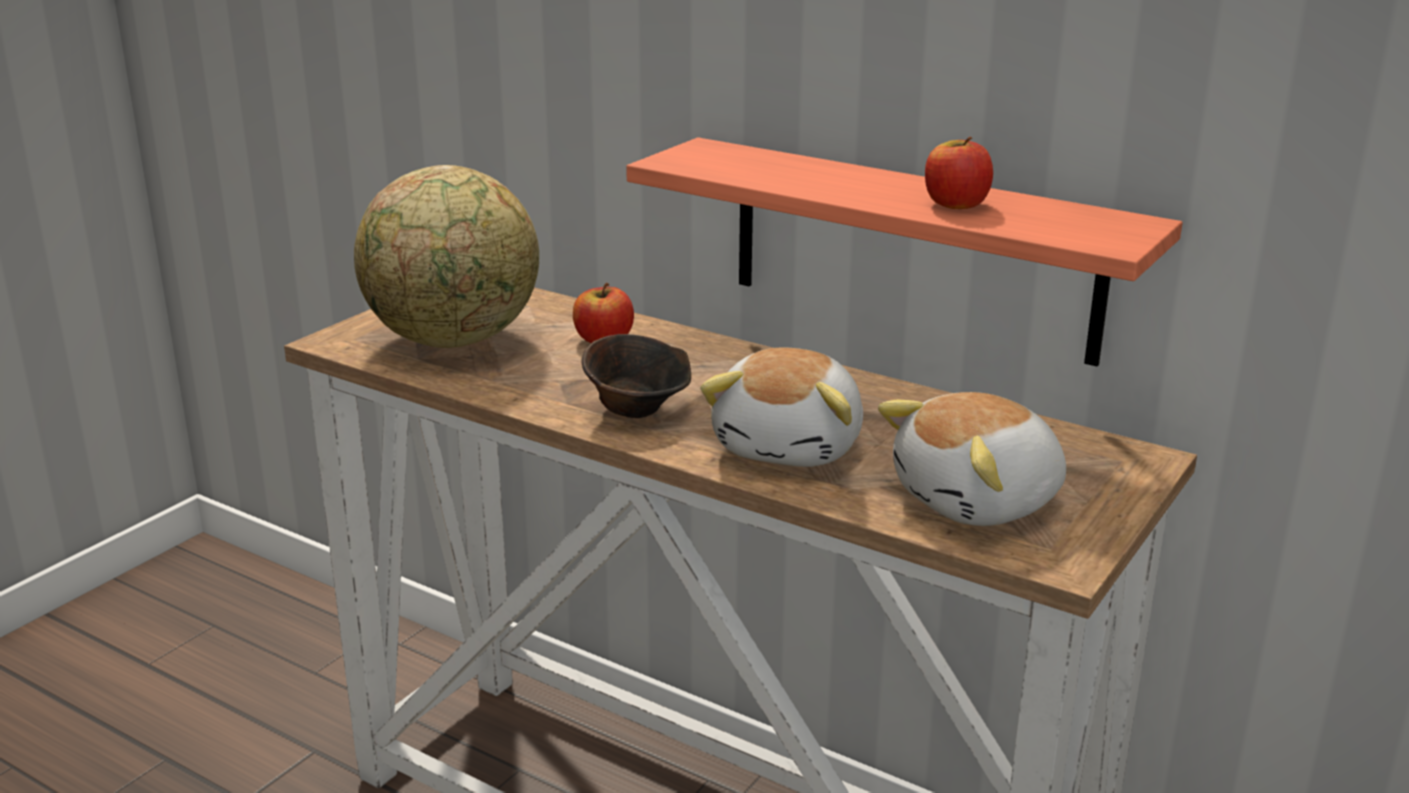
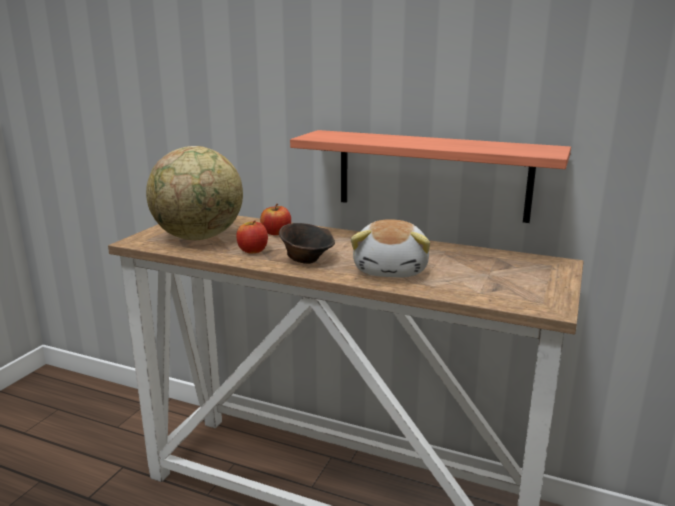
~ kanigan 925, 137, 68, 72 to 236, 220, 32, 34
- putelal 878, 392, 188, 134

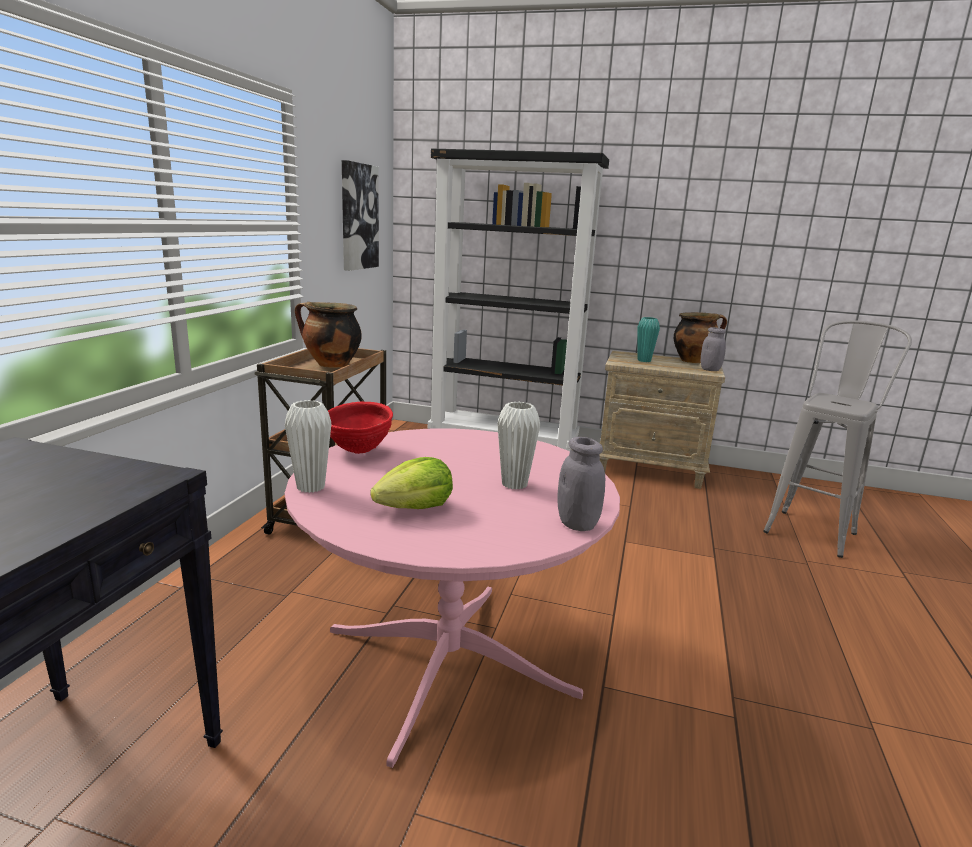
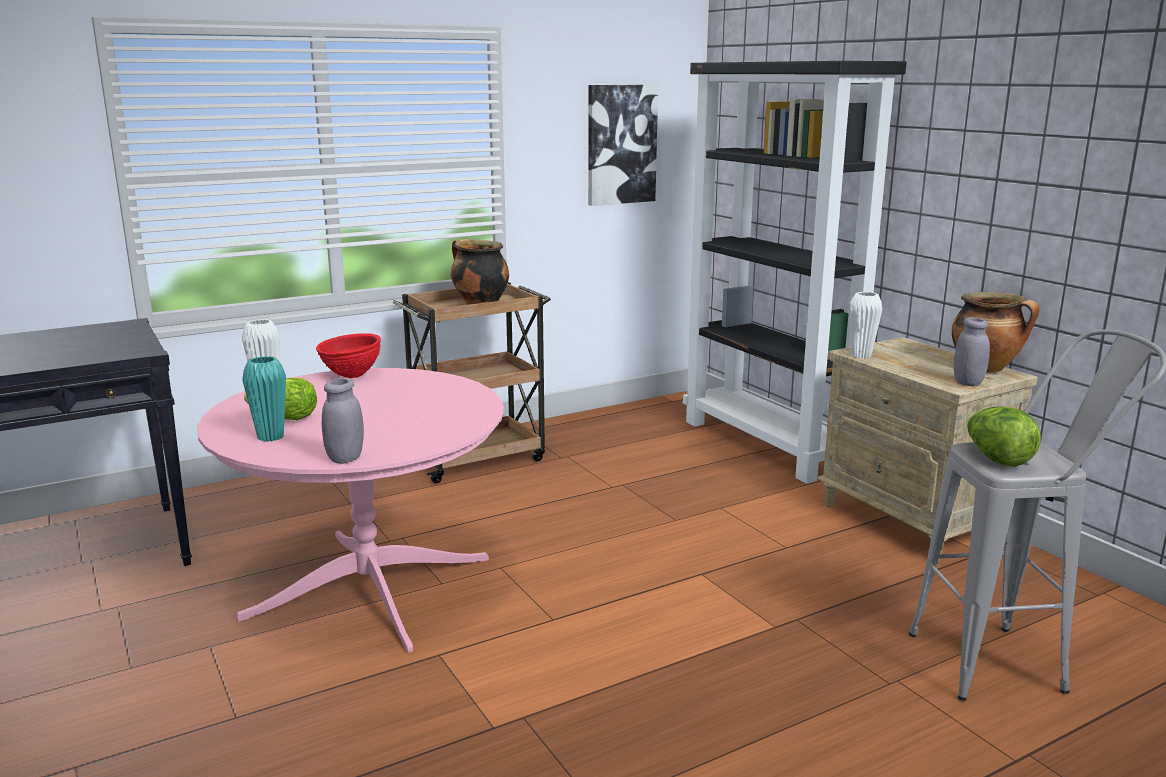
~ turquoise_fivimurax 637, 317, 23, 45 to 242, 356, 44, 86
~ white_fivimurax 497, 402, 43, 88 to 849, 292, 33, 67
+ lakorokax 966, 407, 75, 60

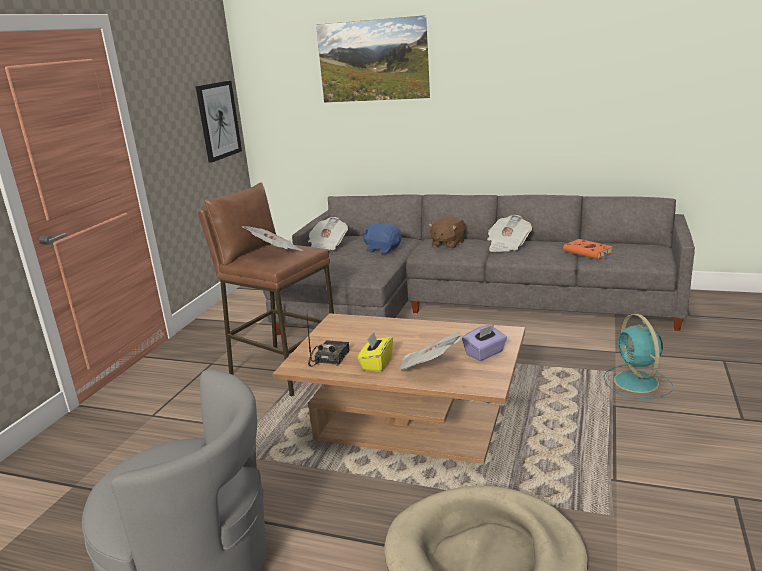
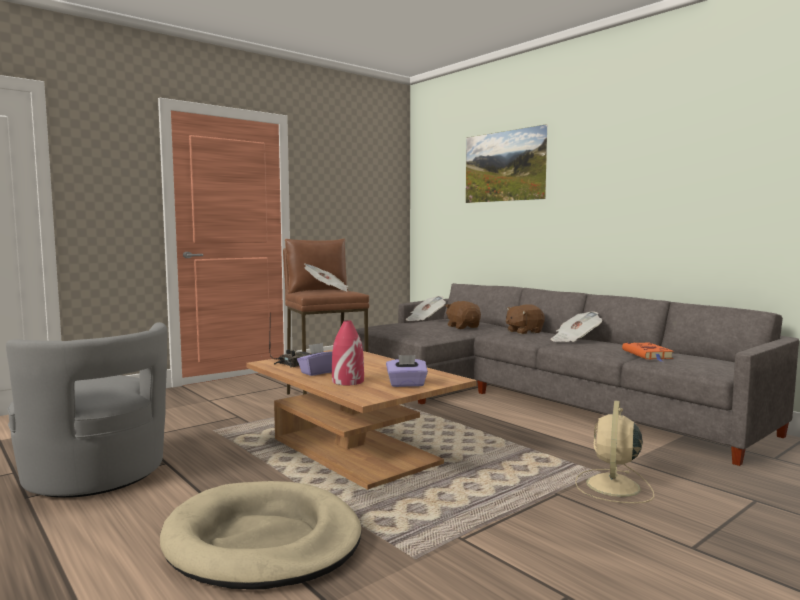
- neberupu 196, 80, 46, 83
~ blue_putelal 364, 222, 38, 32 to brown_putelal 445, 301, 36, 28
~ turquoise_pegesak 604, 314, 70, 85 to beige_pegesak 575, 400, 79, 103
~ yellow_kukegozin 358, 332, 35, 40 to purple_kukegozin 297, 343, 35, 33
~ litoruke 397, 332, 65, 39 to red_fivimurax 332, 320, 32, 65

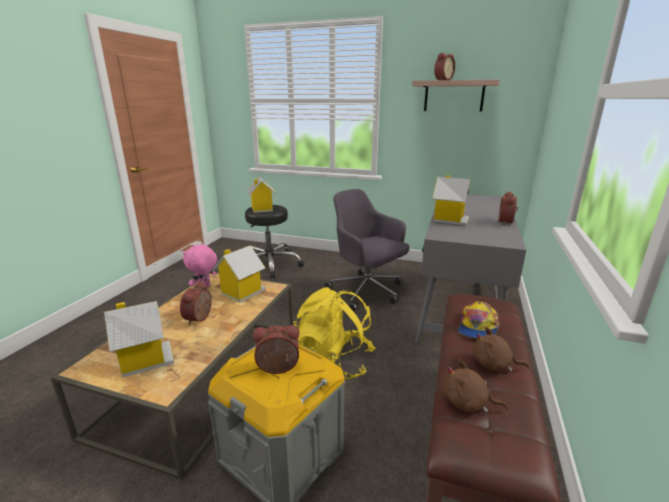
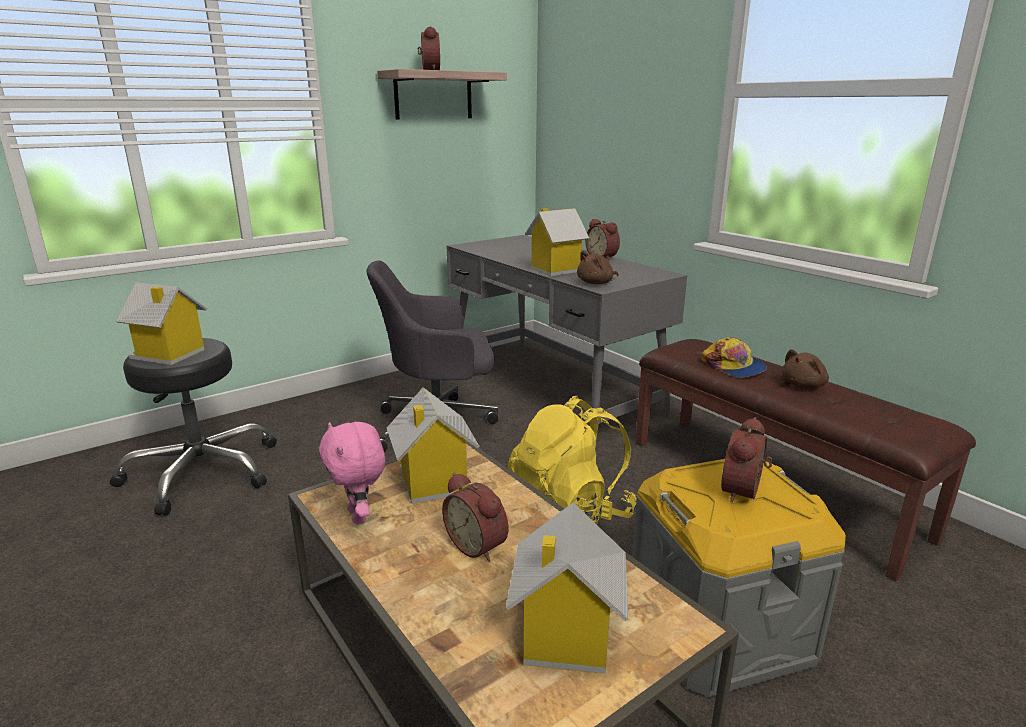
~ brown_putelal 443, 359, 65, 54 to 577, 251, 42, 33

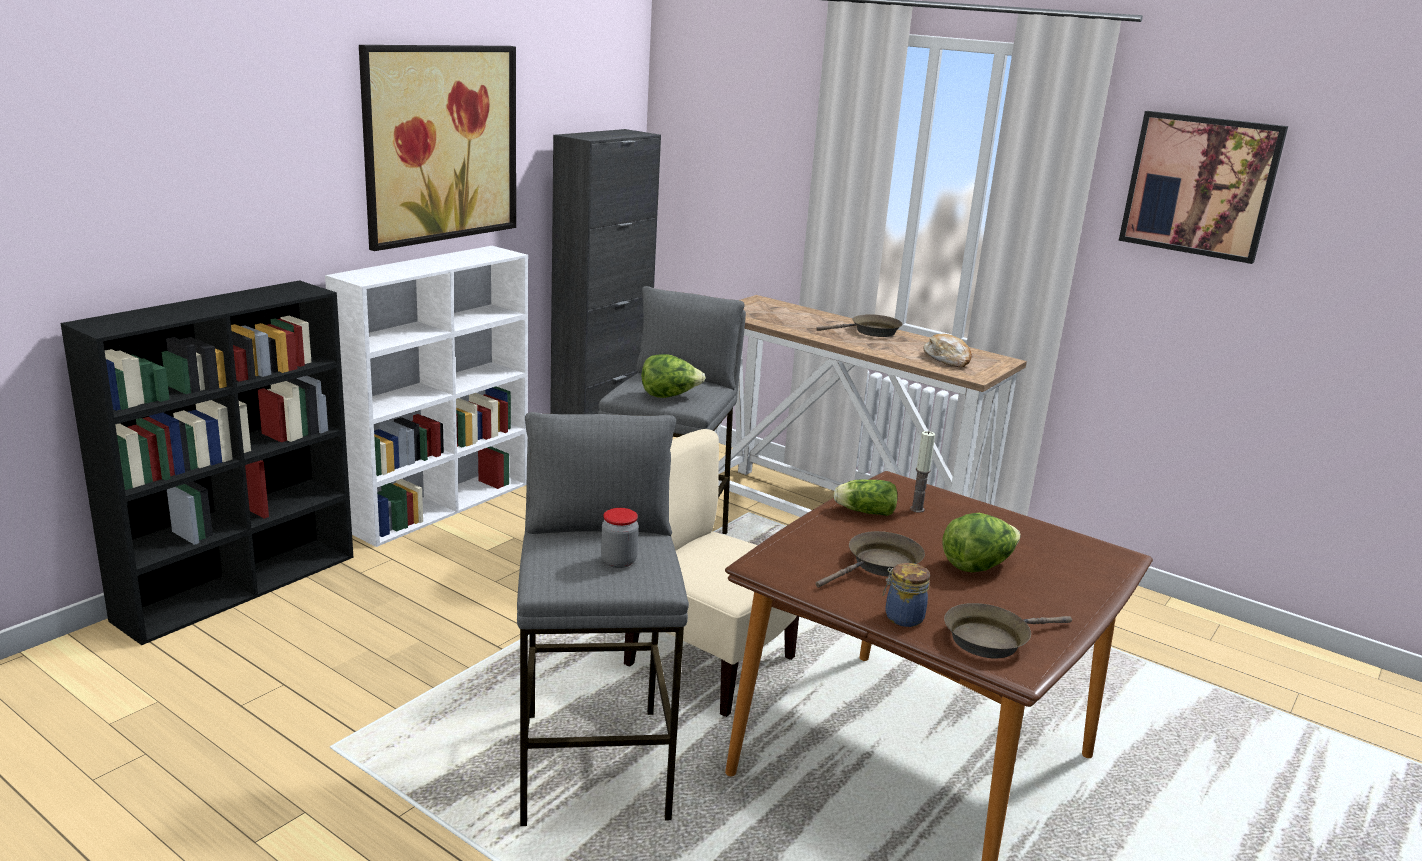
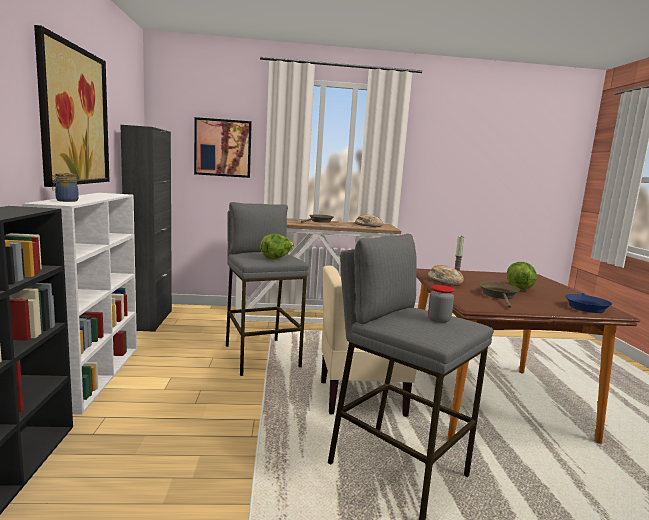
~ neberupu 1119, 111, 169, 153 to 194, 117, 58, 61
~ lakorokax 834, 480, 63, 36 to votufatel 428, 265, 36, 21
~ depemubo 882, 563, 48, 64 to 53, 173, 26, 29
~ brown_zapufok 944, 603, 128, 55 to blue_zapufok 565, 293, 47, 20

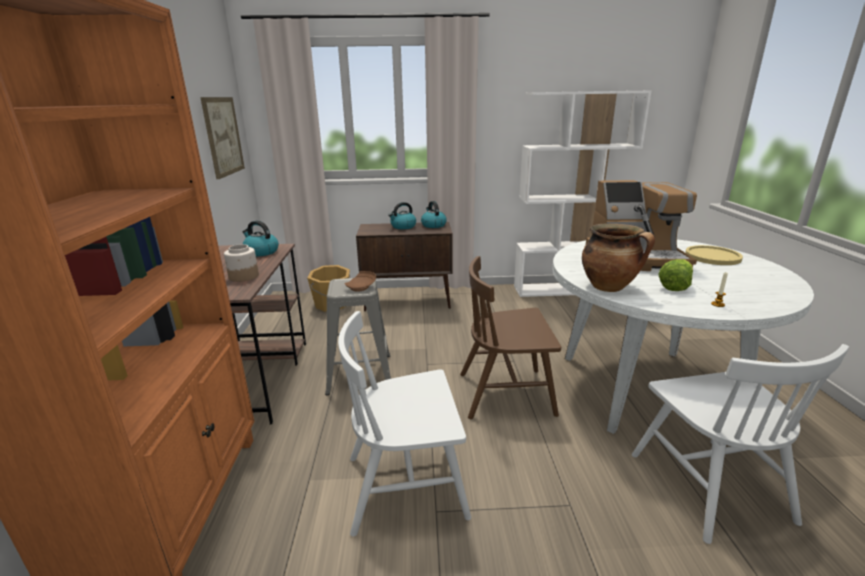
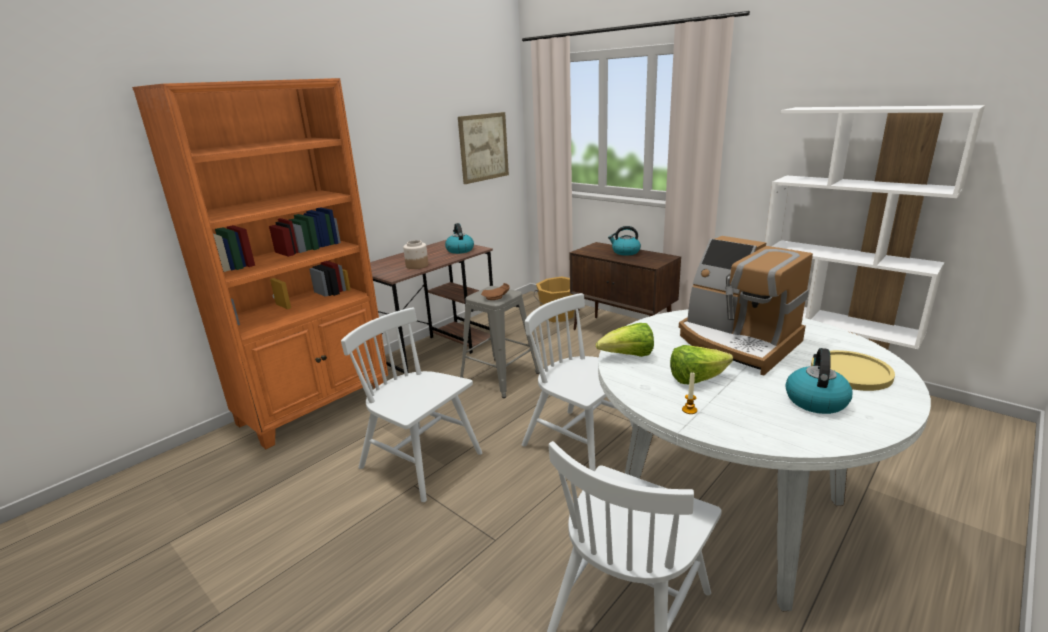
~ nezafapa 421, 201, 26, 27 to 785, 348, 68, 66
~ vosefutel 582, 223, 73, 69 to lakorokax 596, 323, 58, 34
~ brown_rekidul 460, 256, 101, 163 to white_rekidul 522, 293, 111, 178

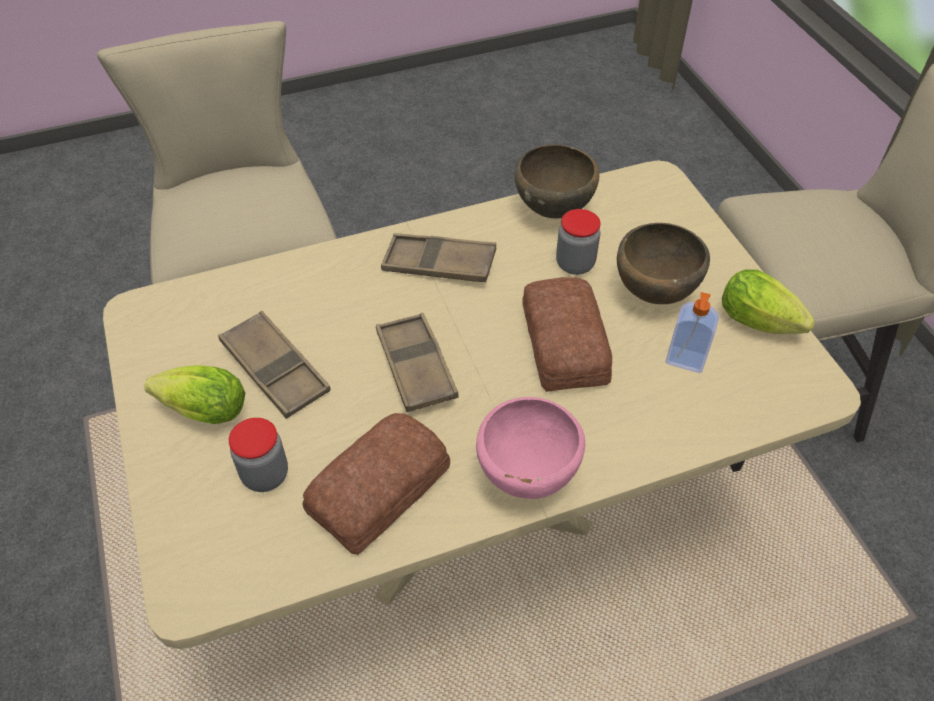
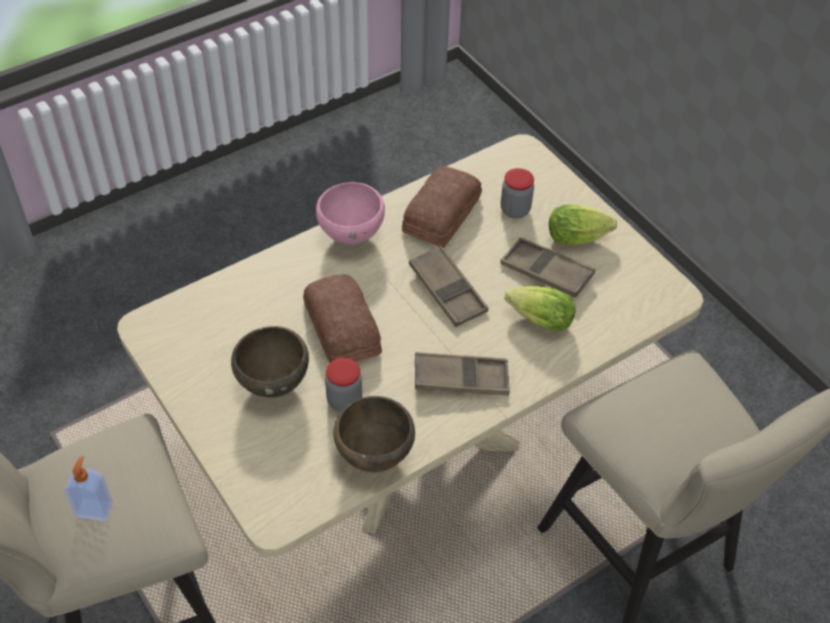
~ lakorokax 722, 269, 93, 65 to 504, 286, 71, 45
~ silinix 665, 292, 54, 81 to 65, 456, 48, 65

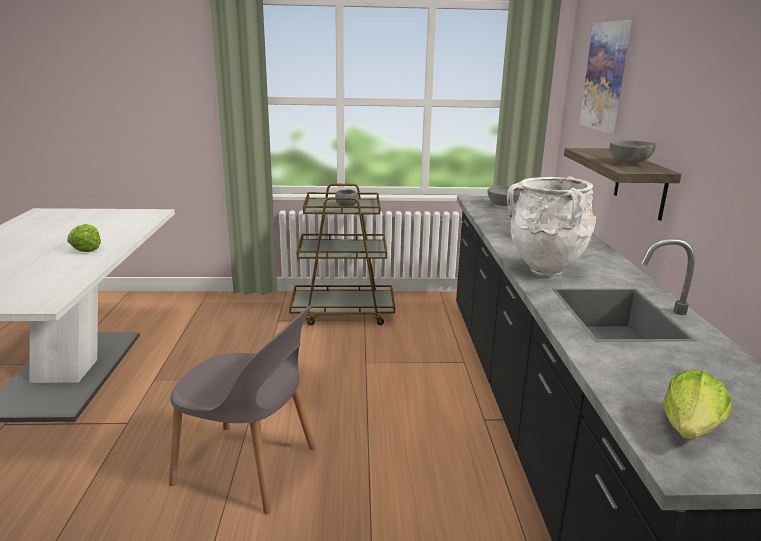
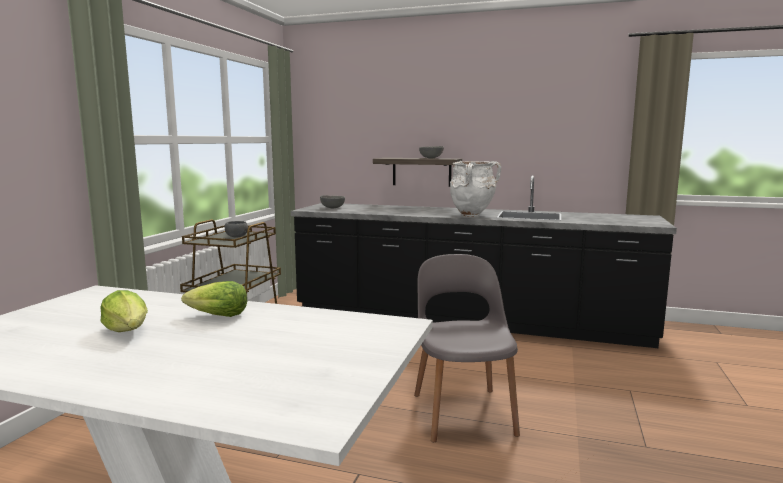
- neberupu 579, 20, 53, 114
~ grey_rekidul 169, 304, 146, 210 = 414, 254, 106, 188 45 degrees counterclockwise
~ lakorokax 663, 369, 68, 71 to 100, 290, 48, 42

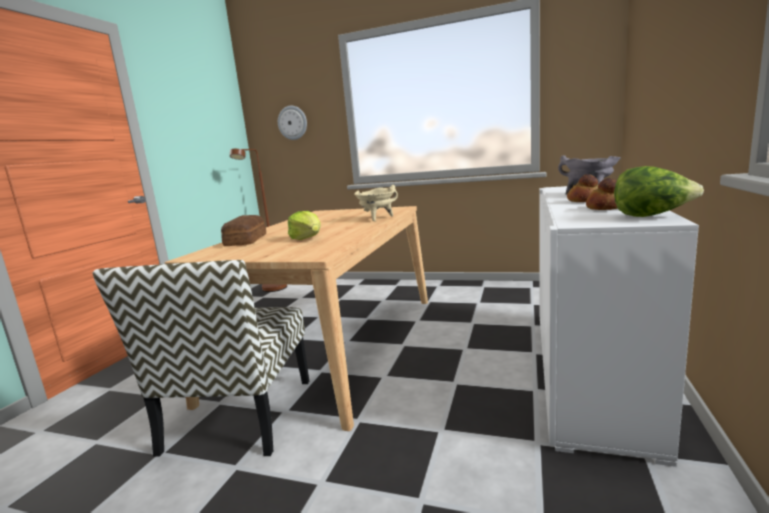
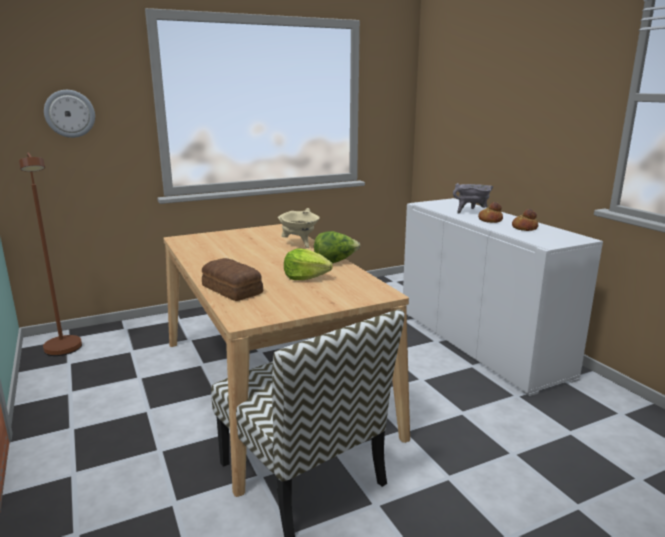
~ lakorokax 614, 166, 90, 51 to 314, 231, 46, 32

